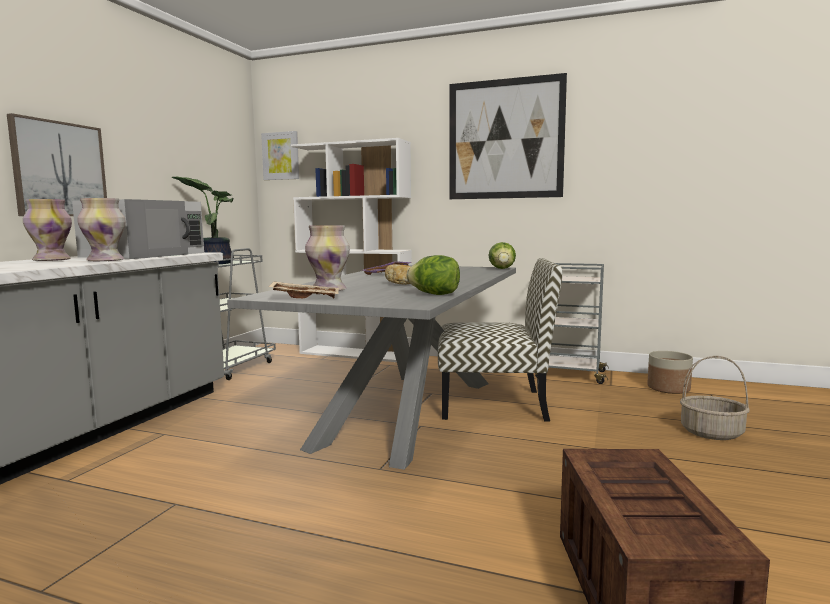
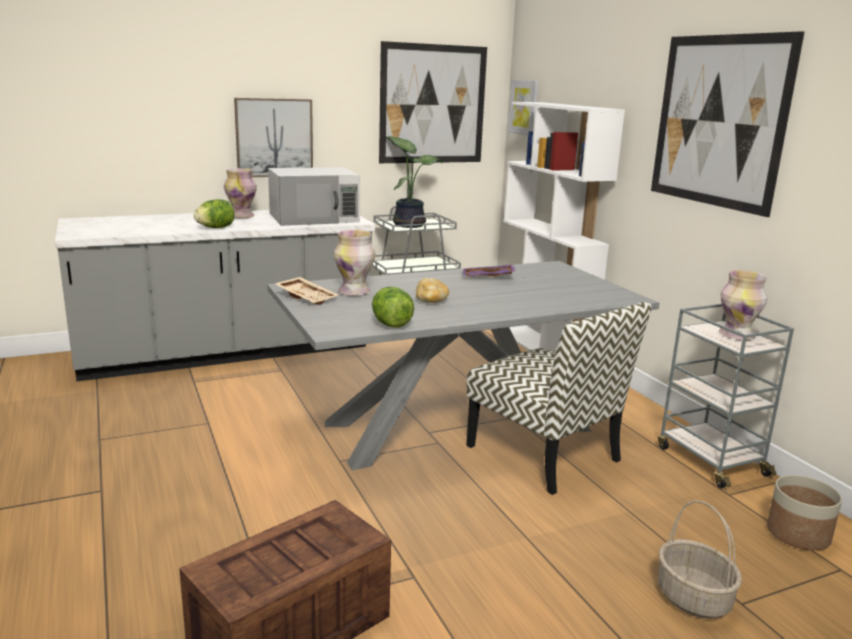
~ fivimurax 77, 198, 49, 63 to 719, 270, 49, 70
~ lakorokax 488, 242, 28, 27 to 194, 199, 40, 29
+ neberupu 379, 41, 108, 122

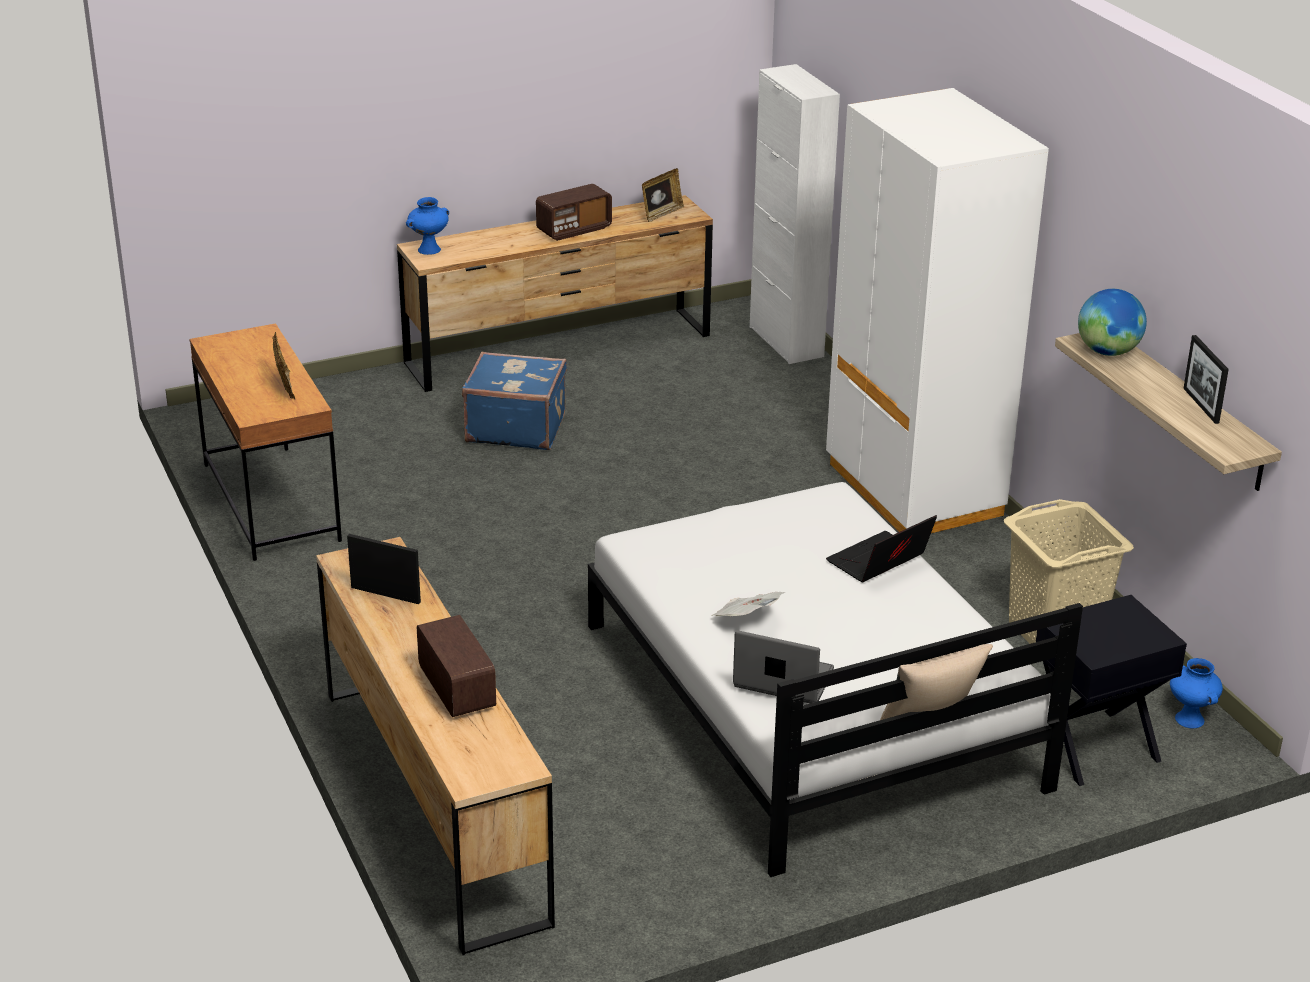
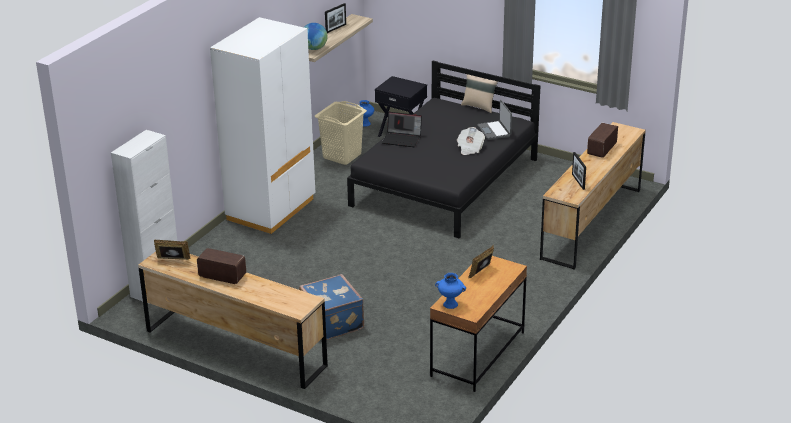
~ blue_fivimurax 406, 197, 43, 58 to 435, 273, 31, 36
~ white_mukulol 588, 482, 495, 395 to black_mukulol 347, 61, 194, 177

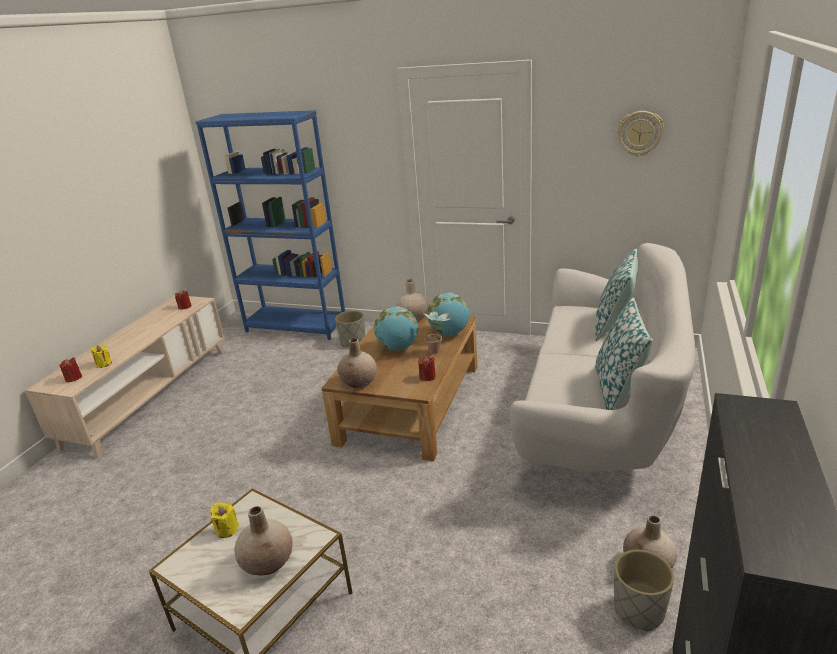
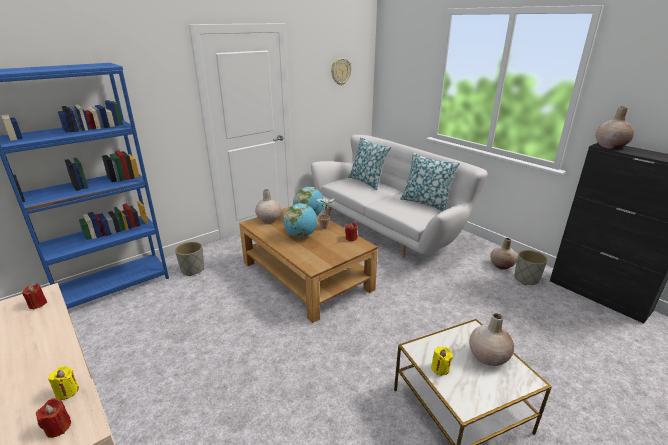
~ beige_fivimurax 337, 338, 40, 50 to 596, 107, 38, 42

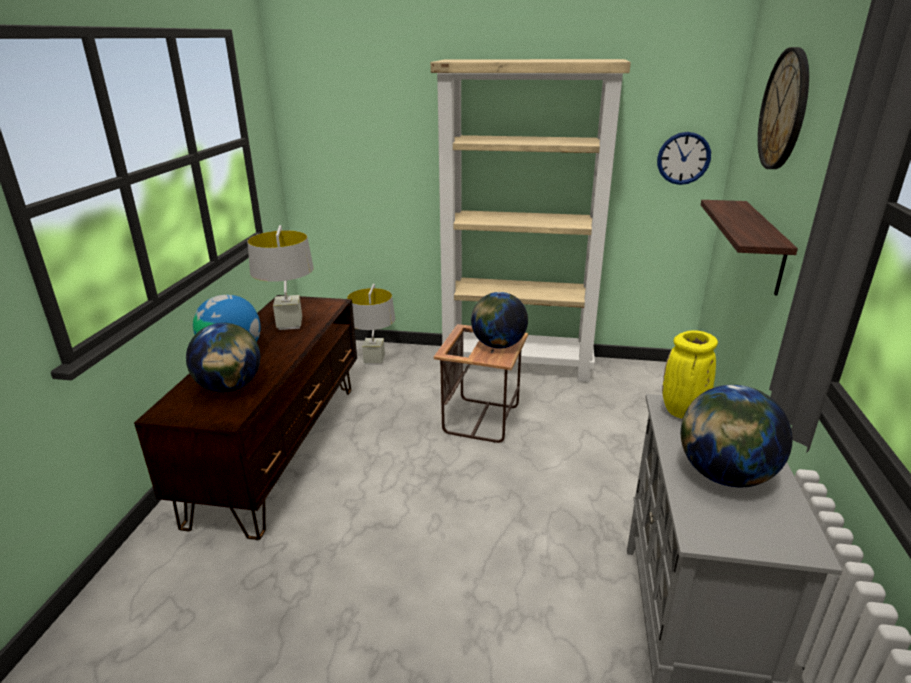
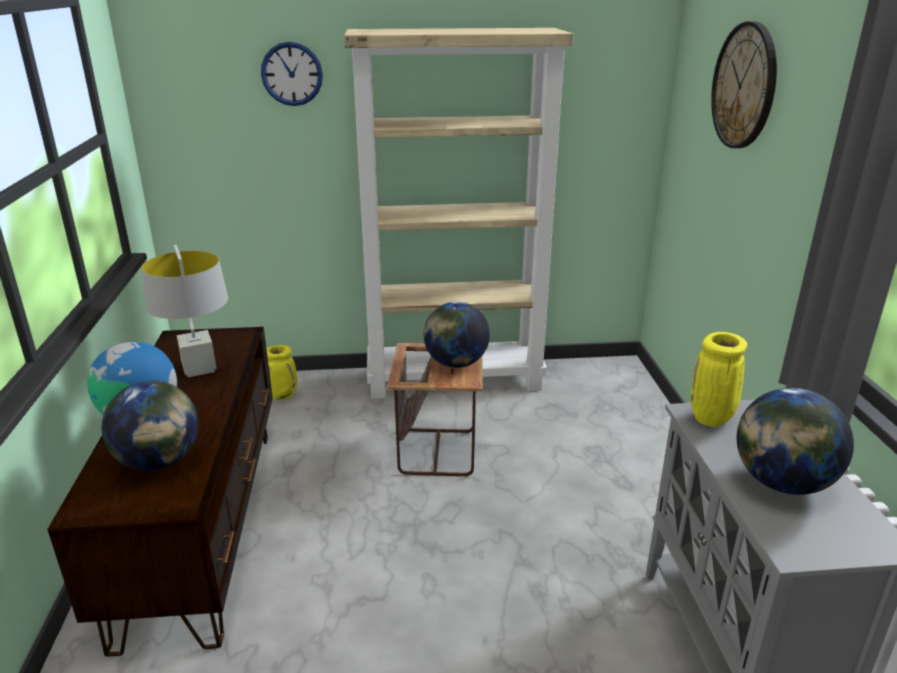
~ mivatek 657, 132, 54, 53 to 261, 42, 62, 64
- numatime 701, 200, 97, 96
~ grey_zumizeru 347, 284, 48, 81 to yellow_fivimurax 266, 345, 31, 55

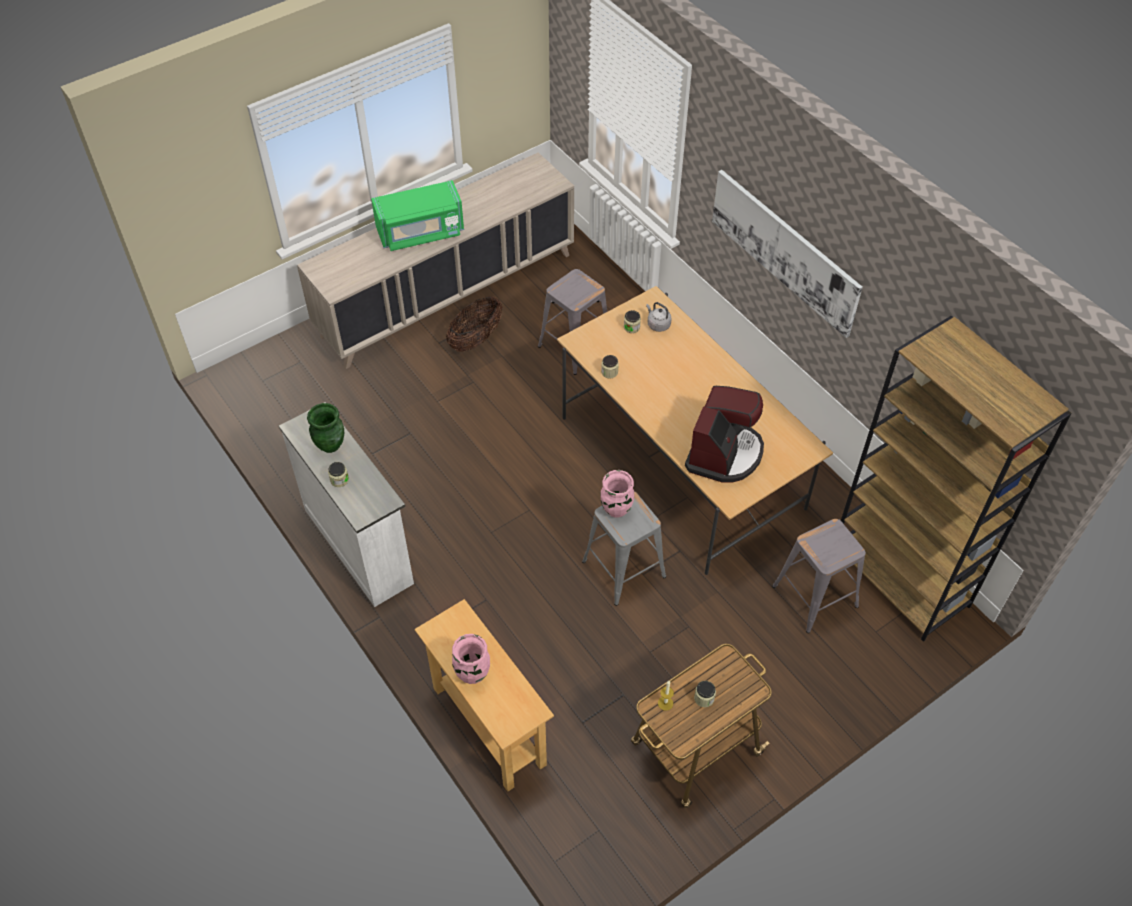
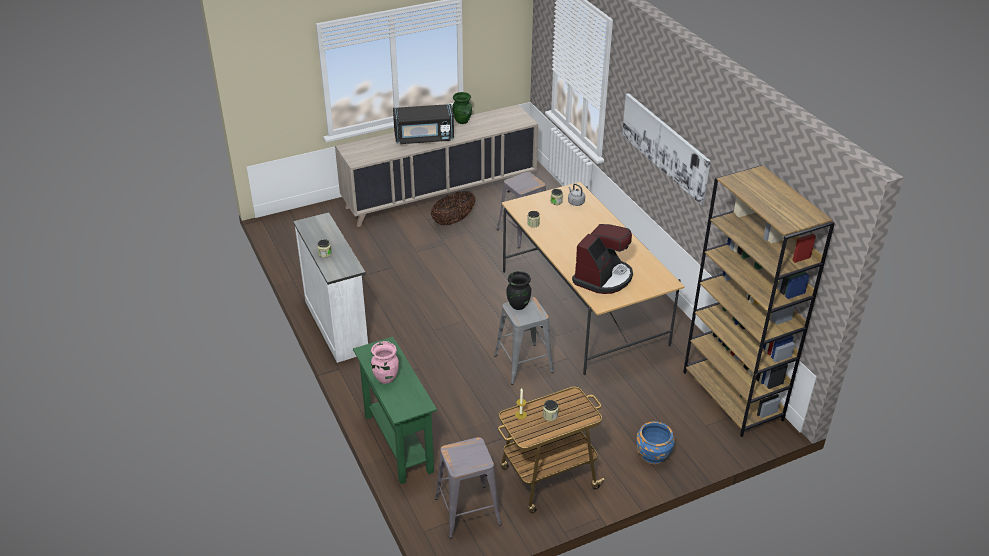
~ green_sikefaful 371, 180, 93, 71 to black_sikefaful 393, 104, 61, 40
~ green_fivimurax 307, 403, 37, 50 to 452, 92, 20, 32
~ pink_fivimurax 601, 470, 33, 48 to black_fivimurax 506, 271, 25, 39
~ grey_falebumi 772, 519, 94, 114 to 435, 437, 66, 102
~ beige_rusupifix 415, 599, 139, 193 to green_rusupifix 353, 337, 84, 147
+ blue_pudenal 636, 421, 39, 43

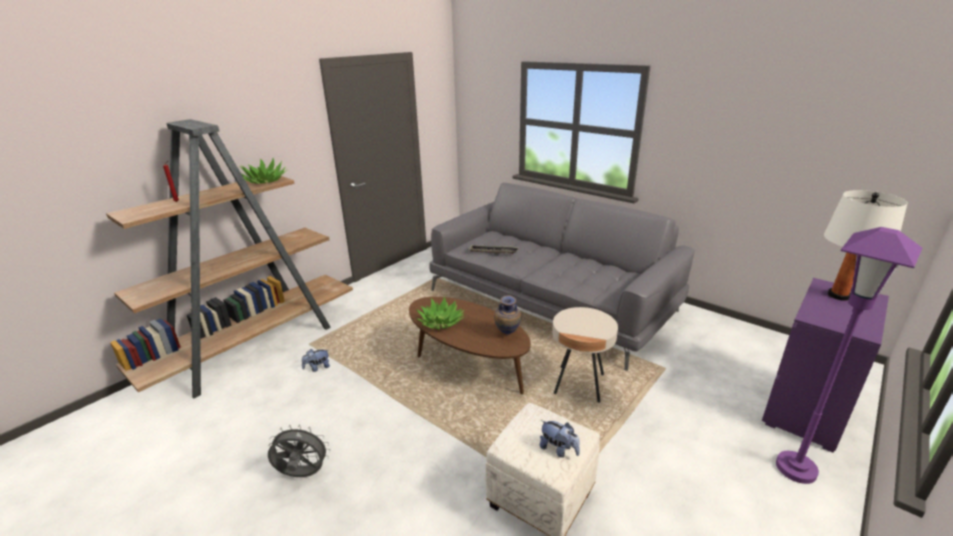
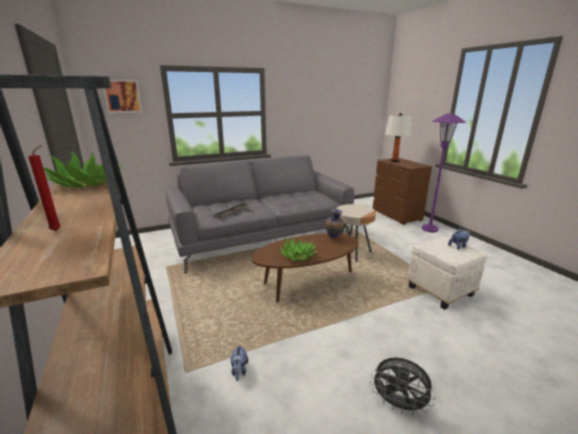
~ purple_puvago 762, 278, 127, 175 to brown_puvago 373, 158, 59, 67
~ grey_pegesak 268, 425, 62, 52 = 370, 357, 65, 59 90 degrees counterclockwise
+ neberupu 104, 80, 38, 33

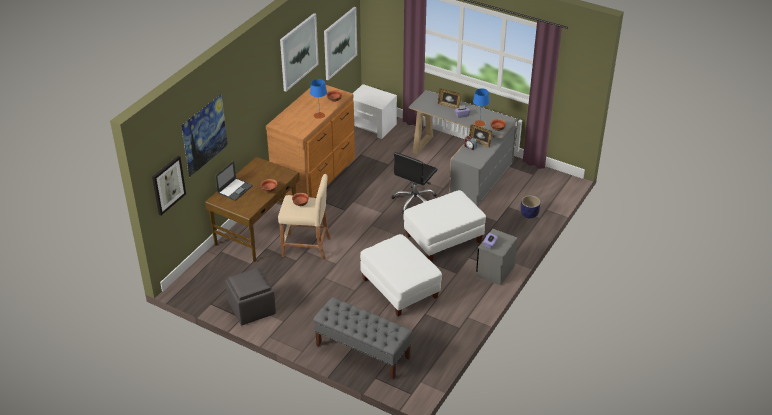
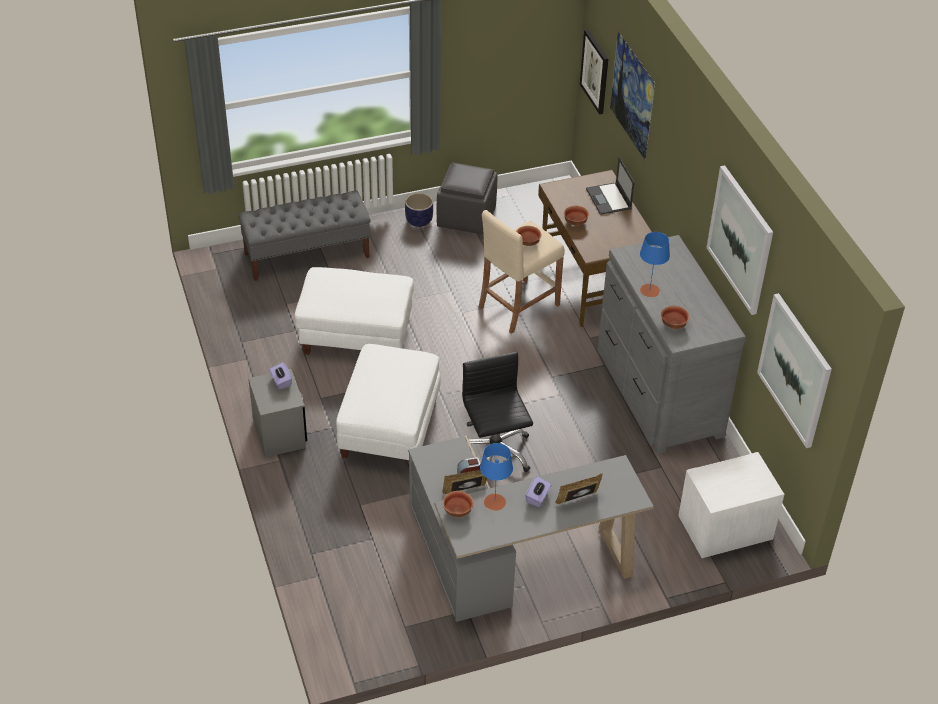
~ brown_puvago 266, 85, 89, 113 to grey_puvago 597, 235, 149, 219
~ pudenal 521, 195, 19, 23 to 405, 193, 28, 34

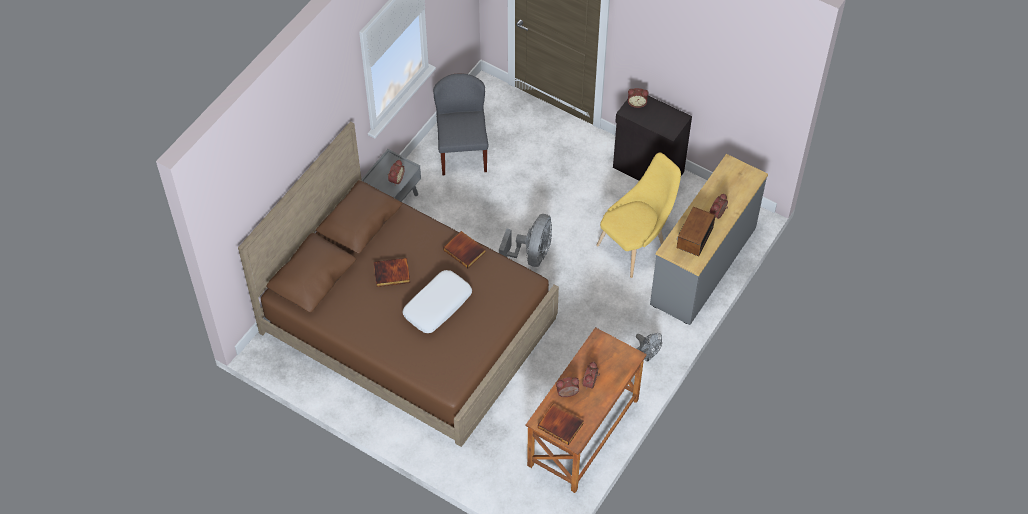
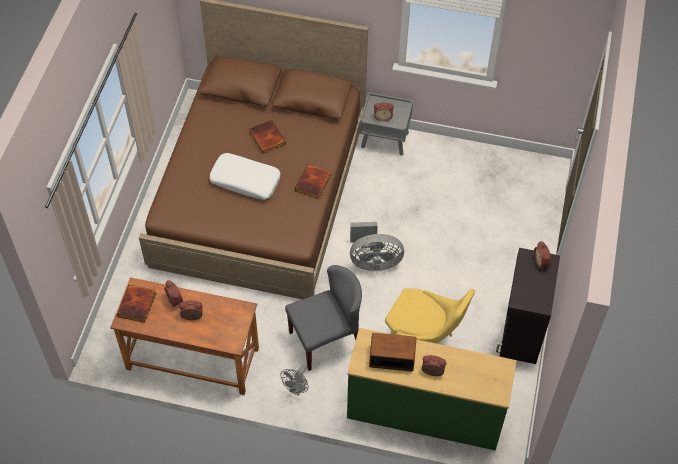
~ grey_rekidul 433, 74, 55, 101 to 285, 265, 77, 106
~ grey_puvago 650, 154, 118, 171 to green_puvago 347, 328, 170, 123

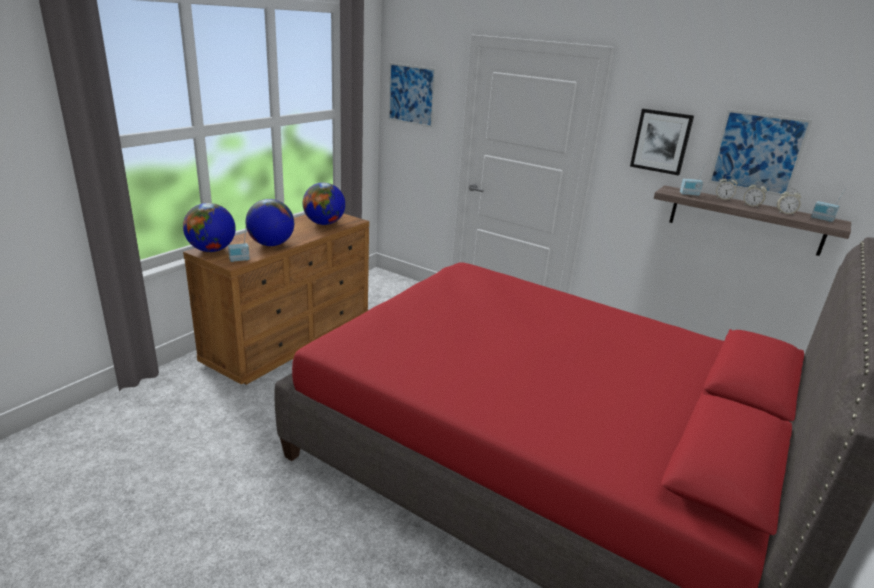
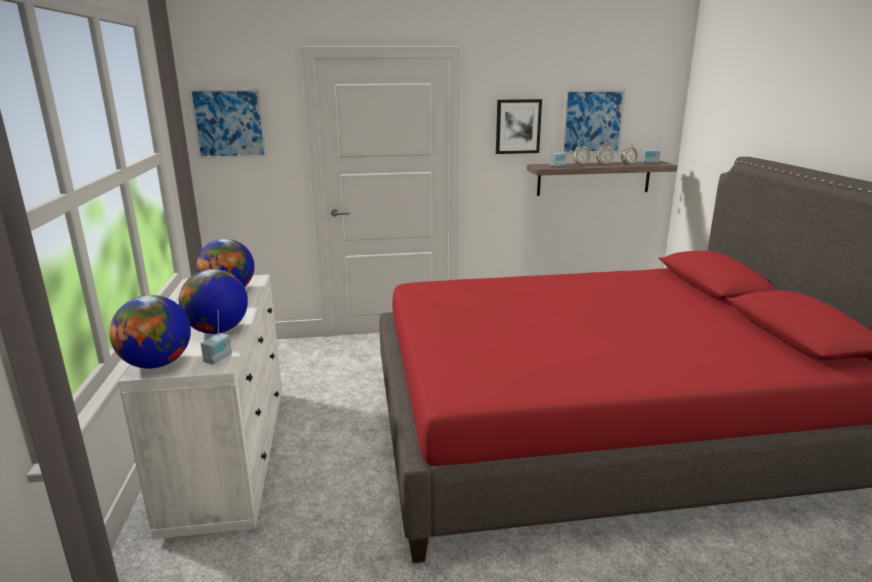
~ brown_puvago 183, 214, 186, 171 to white_puvago 118, 275, 164, 264

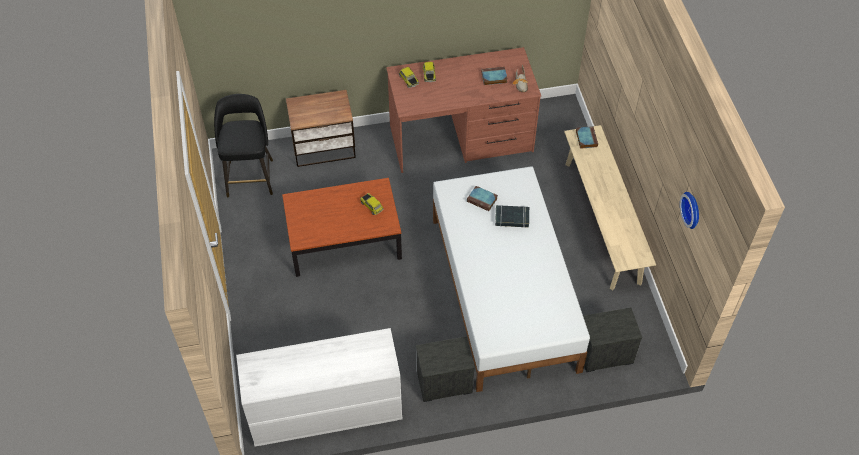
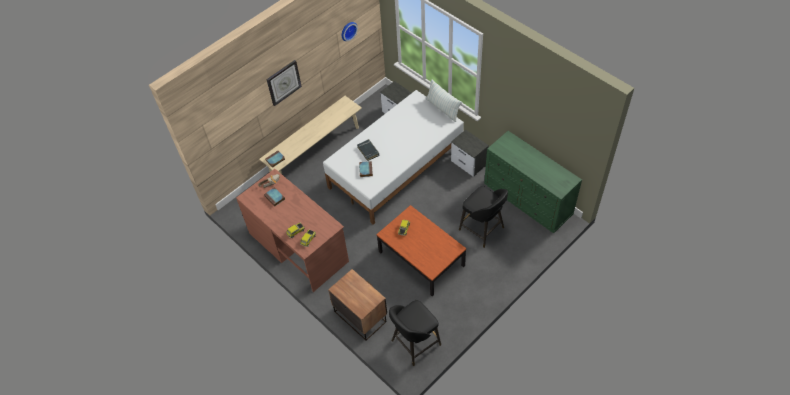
~ white_puvago 236, 328, 167, 118 to green_puvago 484, 131, 98, 102
+ mivatek 266, 60, 36, 46
+ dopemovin 426, 79, 36, 43
+ black_falebumi 459, 186, 49, 62

